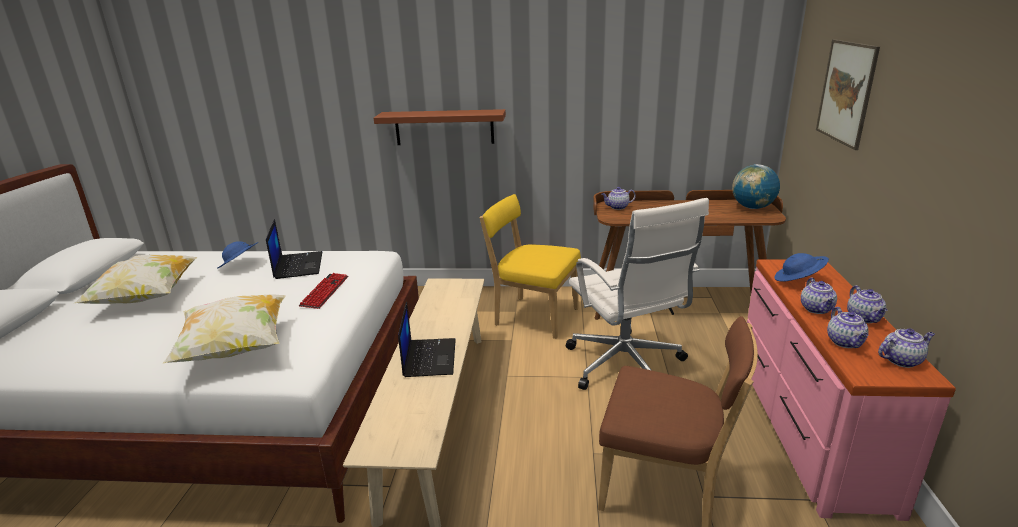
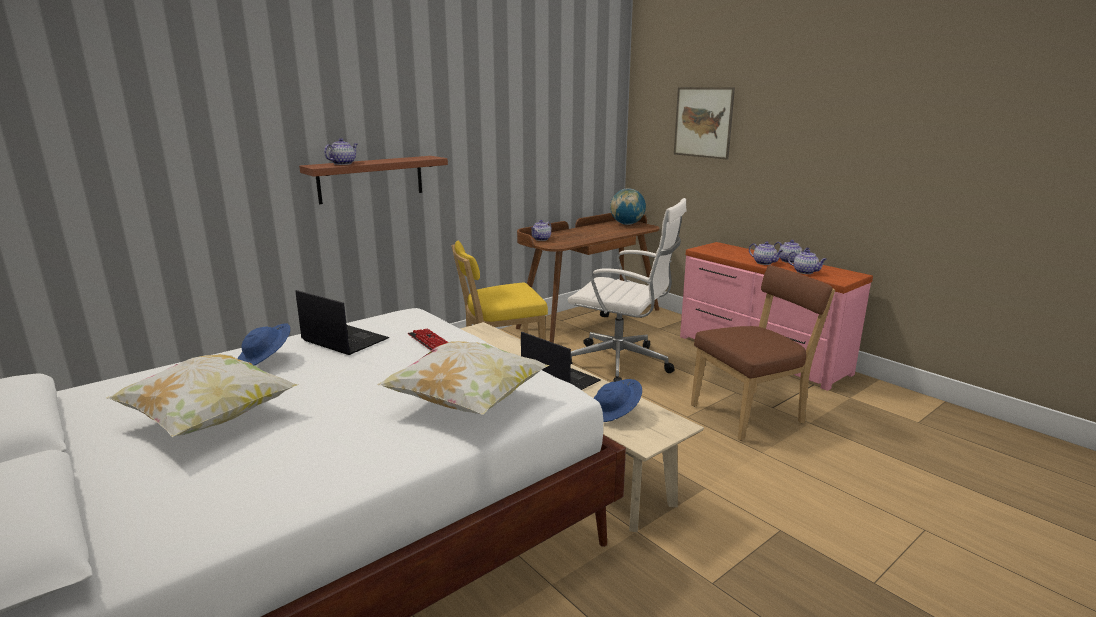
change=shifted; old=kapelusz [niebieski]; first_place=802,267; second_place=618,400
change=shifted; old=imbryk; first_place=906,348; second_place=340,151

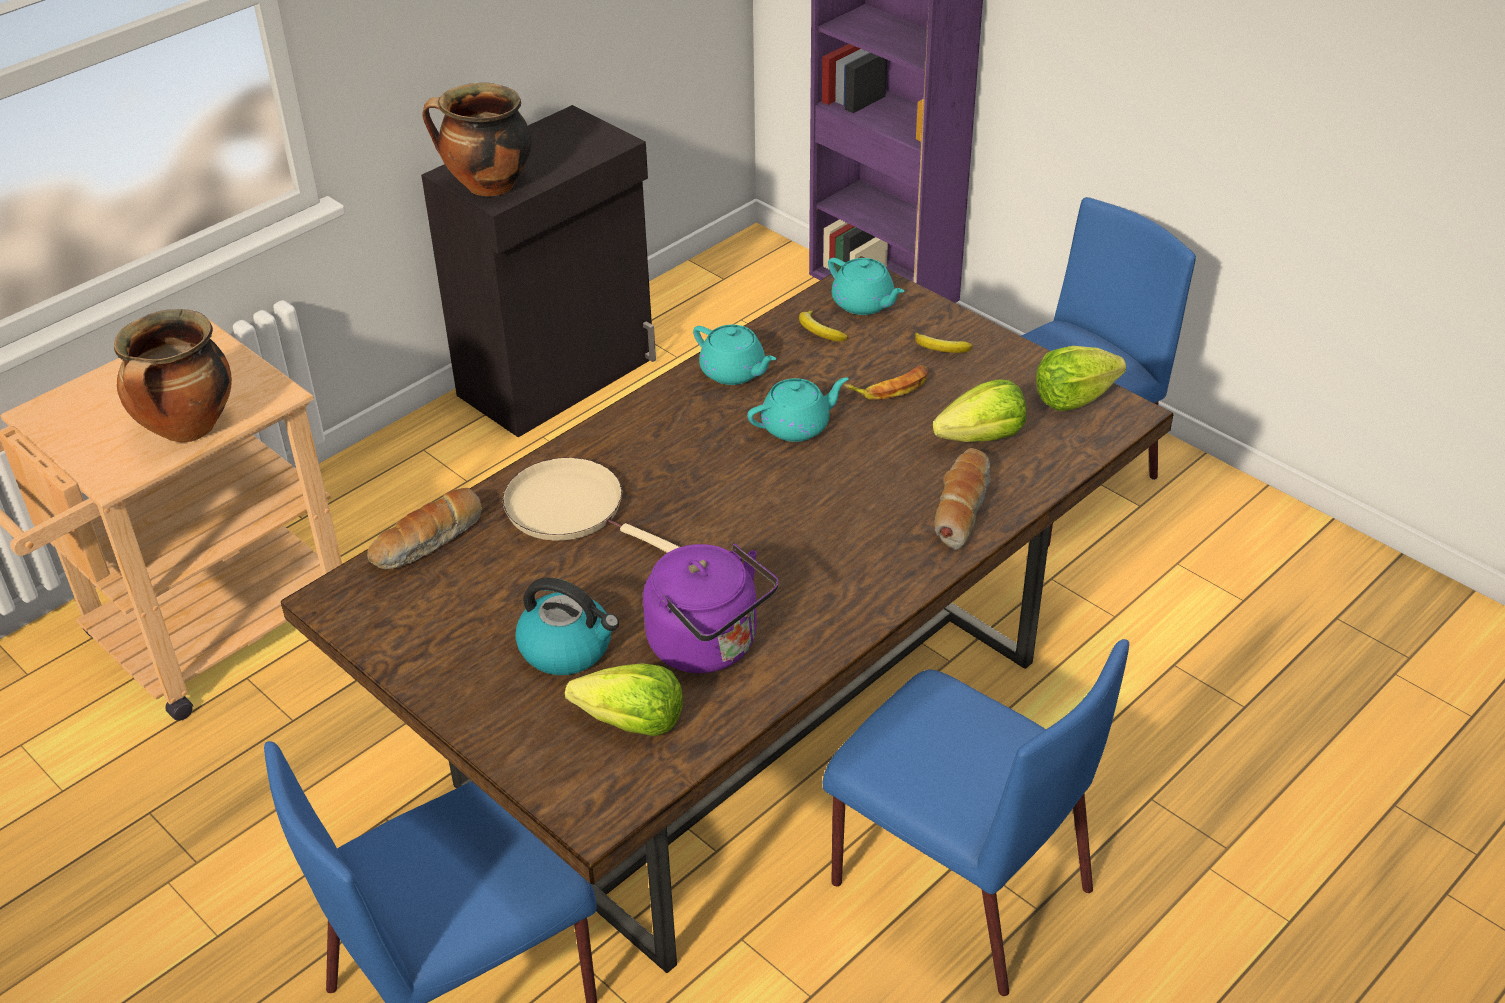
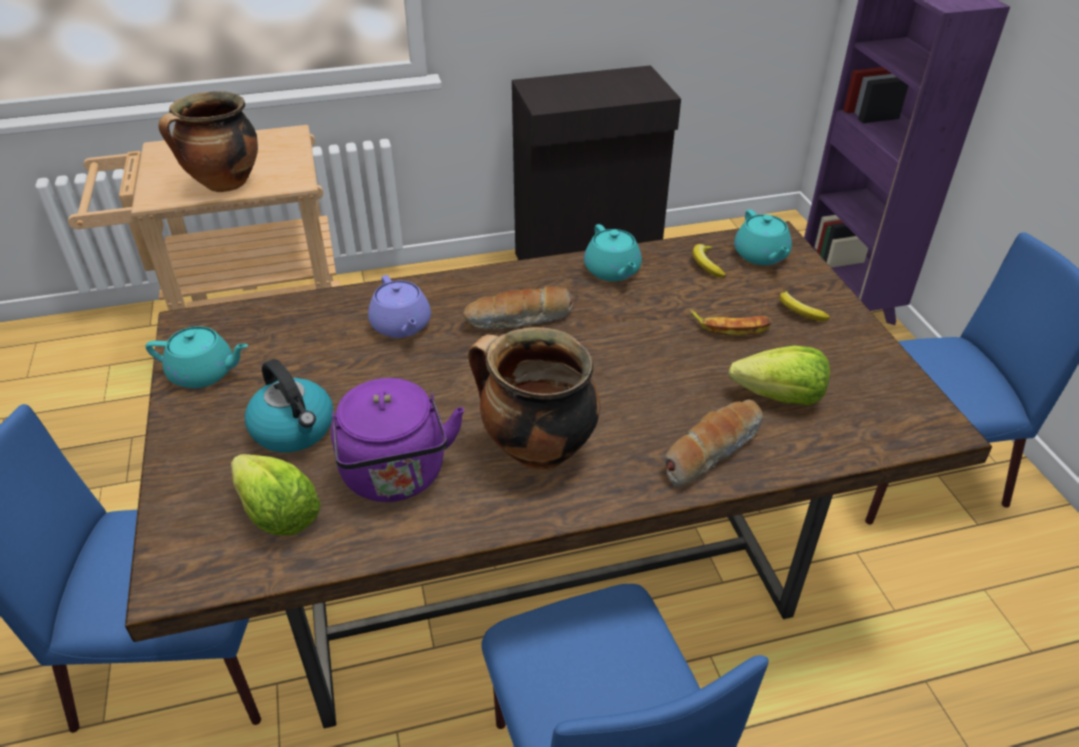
change=gone; old=sałata; first_place=1081,378
change=shifted; old=chleb; first_place=424,528; second_place=518,307
change=shifted; old=garnek; first_place=477,140; second_place=534,398
change=shifted; old=imbryk [turkusowy]; first_place=798,410; second_place=196,357
change=swapped; old=patelnia [beżowy]; new=imbryk [fioletowy]; first_place=591,505; second_place=399,306

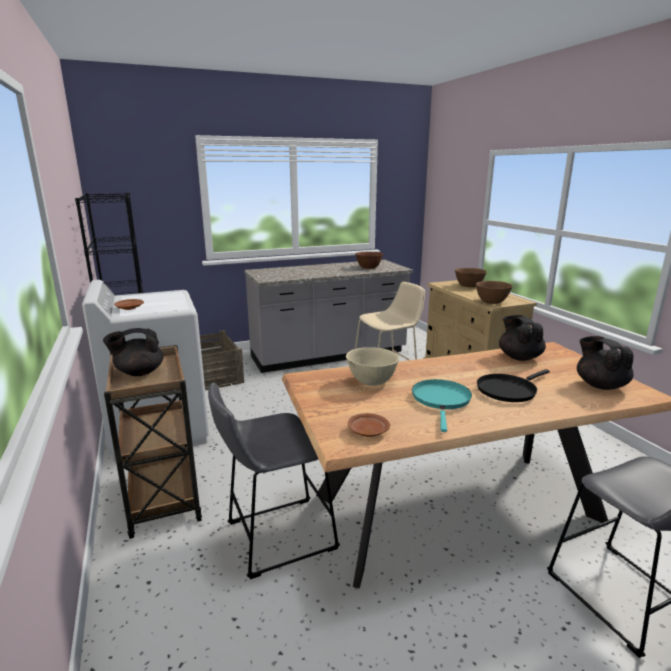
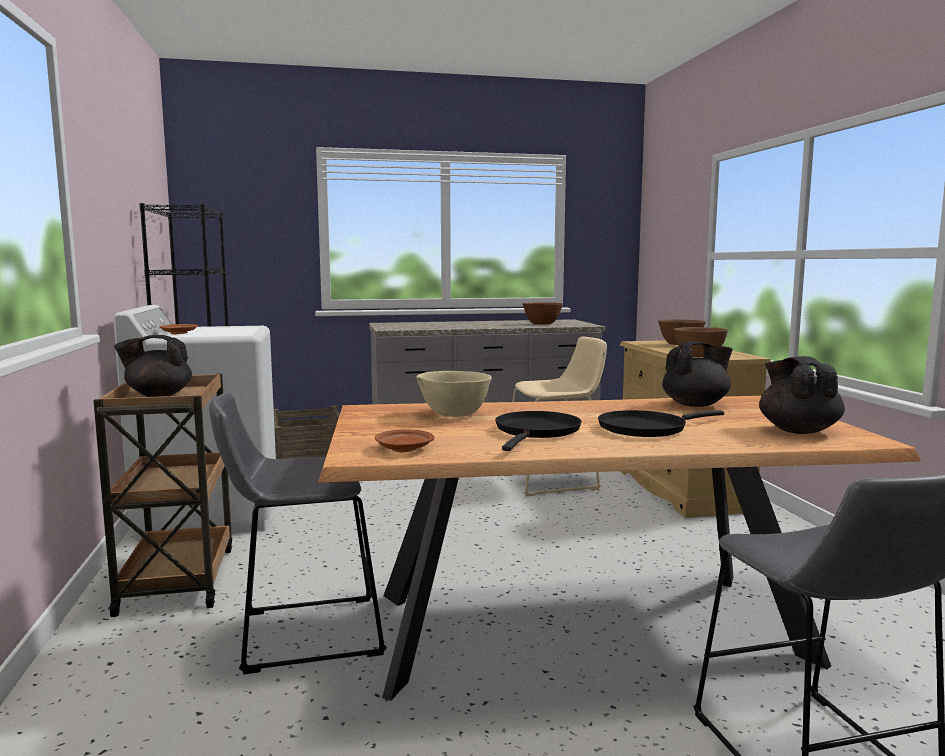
change=repainted; old=patelnia [turkusowy]; new=patelnia [czarny]; first_place=442,405; second_place=538,431
change=rotated; old=imbryk [czarny]; first_place=522,338; second_place=697,374; degrees=75

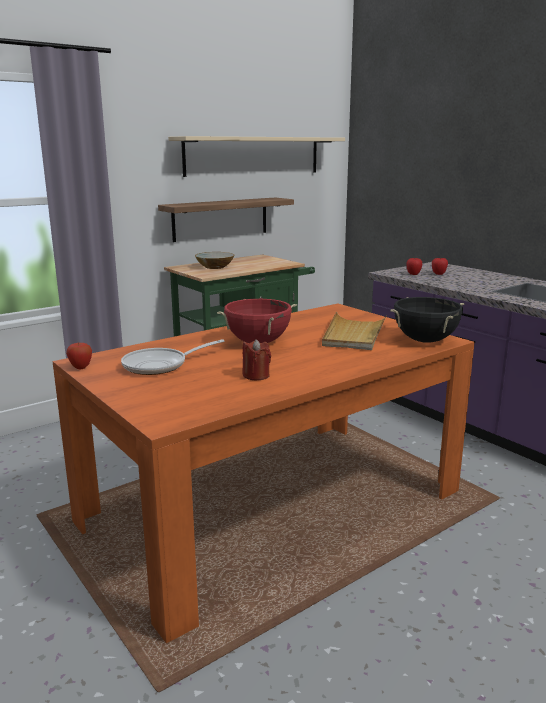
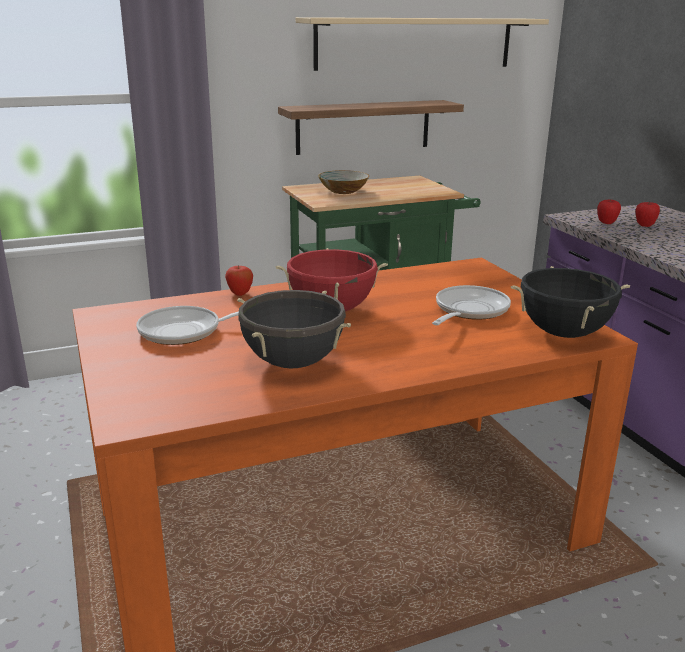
change=shifted; old=jabłko; first_place=79,356; second_place=239,280
change=swapped; old=świeca [czerwony]; new=garnek [czarny]; first_place=257,359; second_place=294,329
change=swapped; old=taca [beżowy]; new=patelnia; first_place=354,331; second_place=471,305

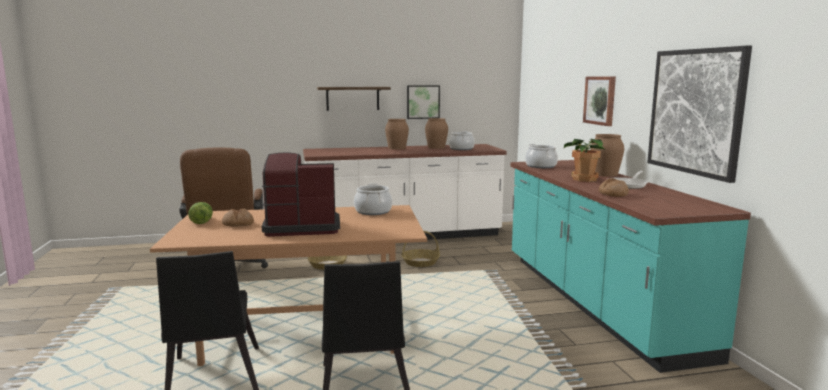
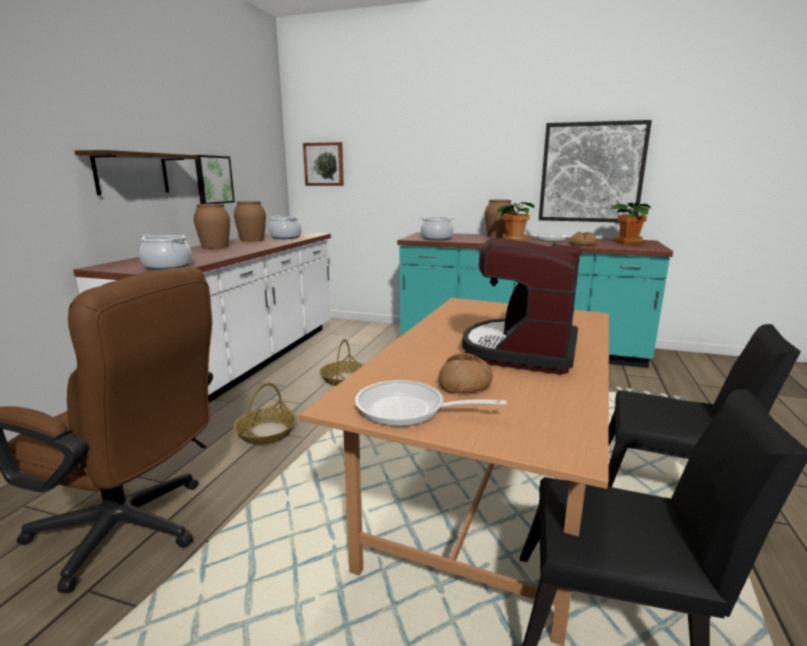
change=new; new=roślina doniczkowa; second_place=630,224
change=shifted; old=garnek; first_place=373,199; second_place=165,252
change=shifted; old=obraz; first_place=599,101; second_place=323,164
change=swapped; old=sałata; new=patelnia; first_place=200,213; second_place=431,403

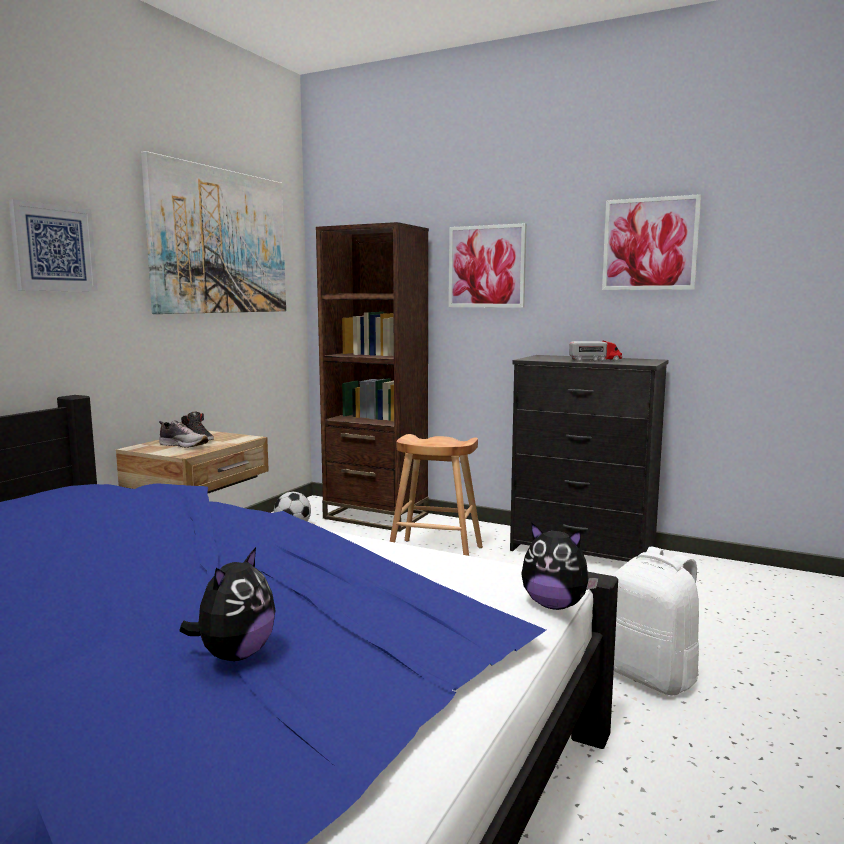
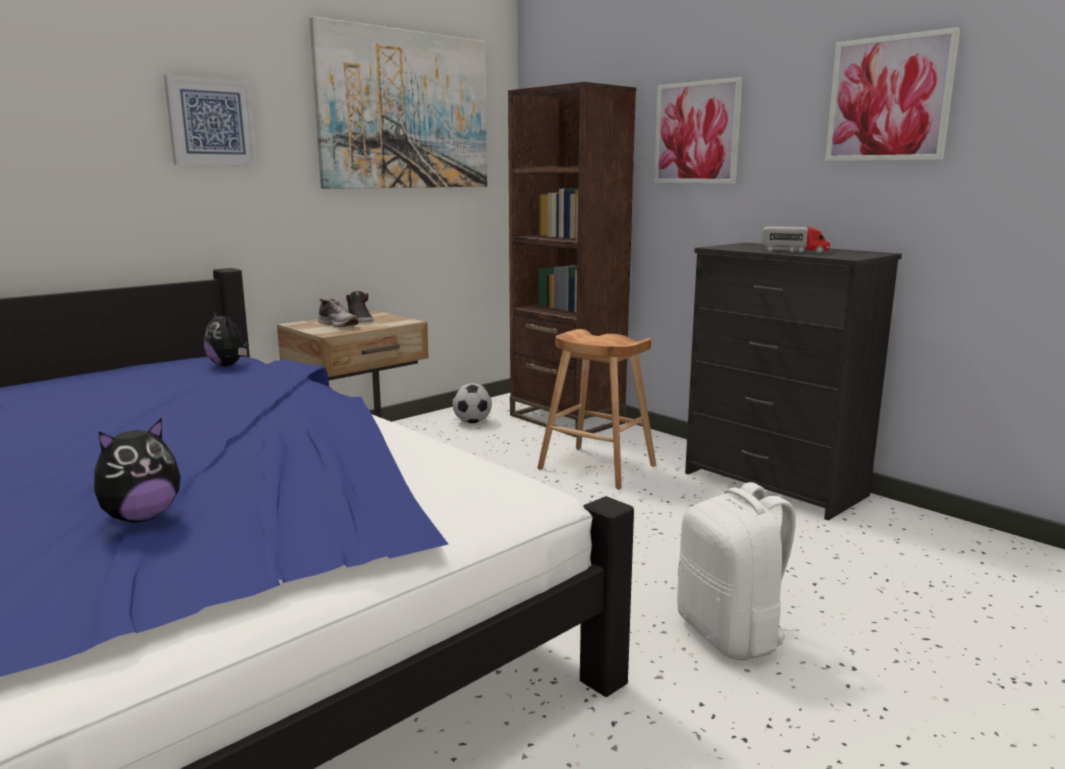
change=shifted; old=pluszak; first_place=560,566; second_place=226,338

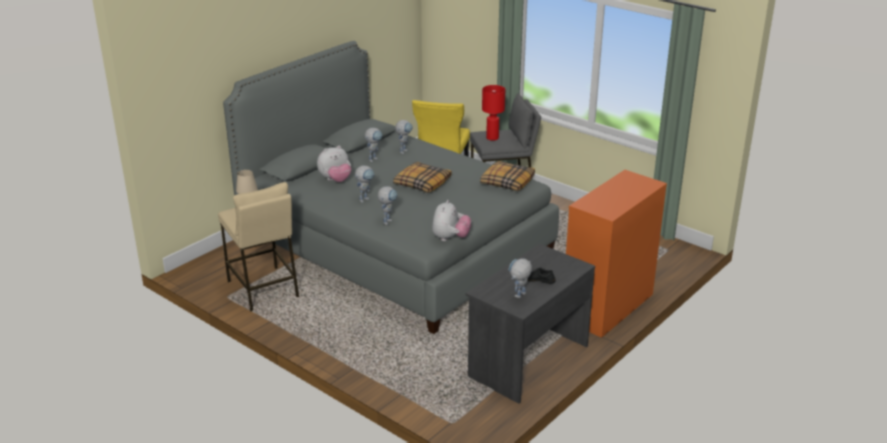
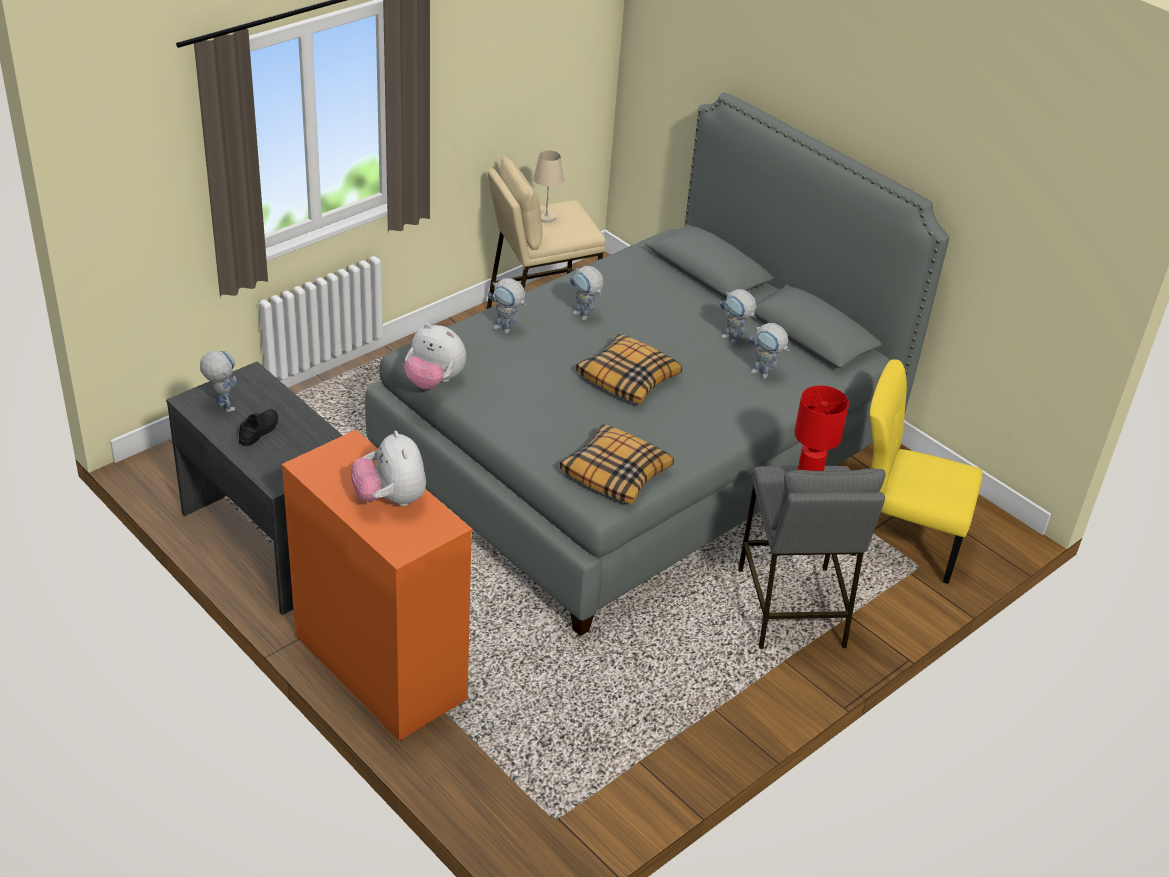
change=shifted; old=pluszak; first_place=334,164; second_place=388,468

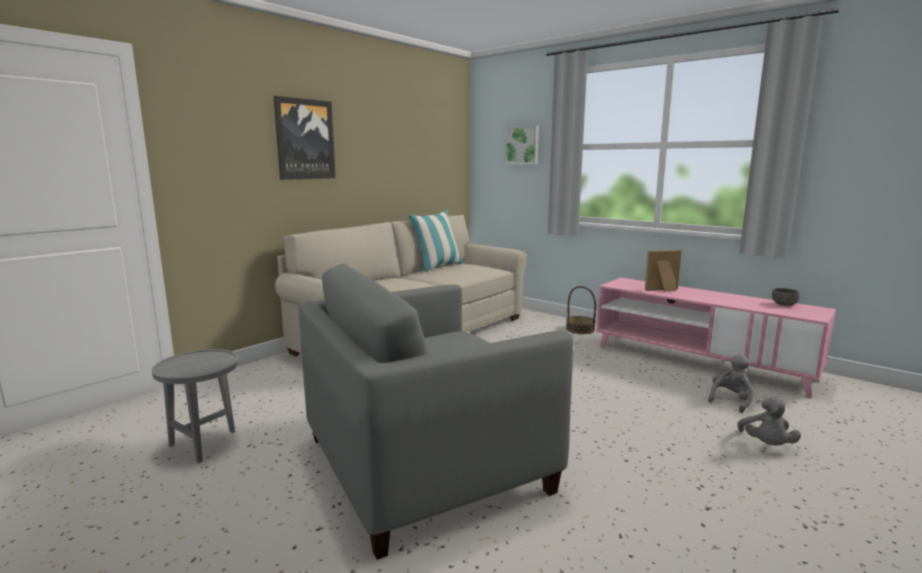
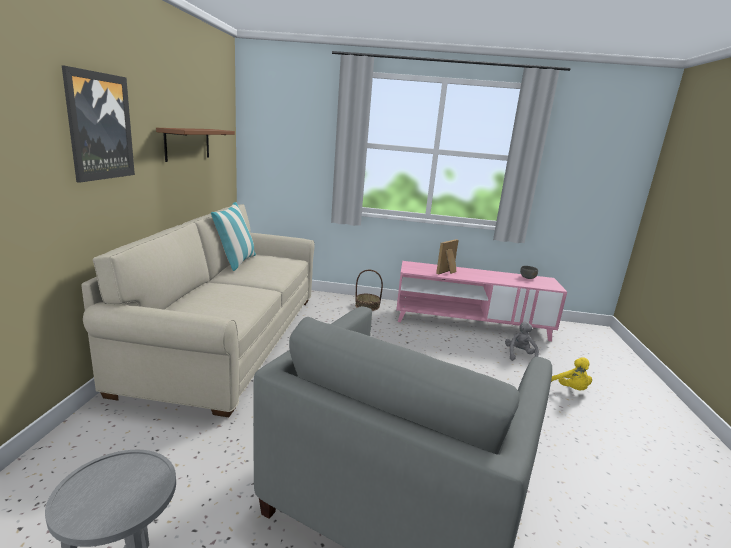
change=gone; old=obraz; first_place=522,145
change=new; new=półka [brązowy]; second_place=195,145
change=repainted; old=pluszak [szary]; new=pluszak [żółty]; first_place=769,421; second_place=571,373

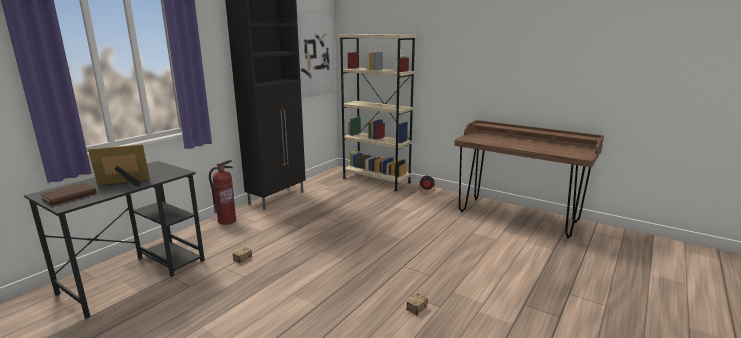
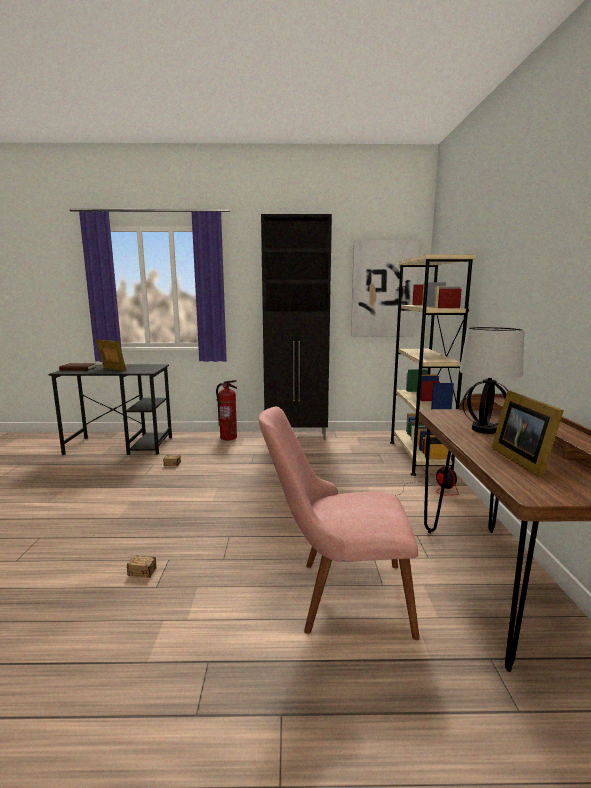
change=new; new=krzesło [różowy]; second_place=339,523
change=new; new=lampa stołowa; second_place=491,380
change=new; new=ramka na zdjęcie; second_place=527,434

